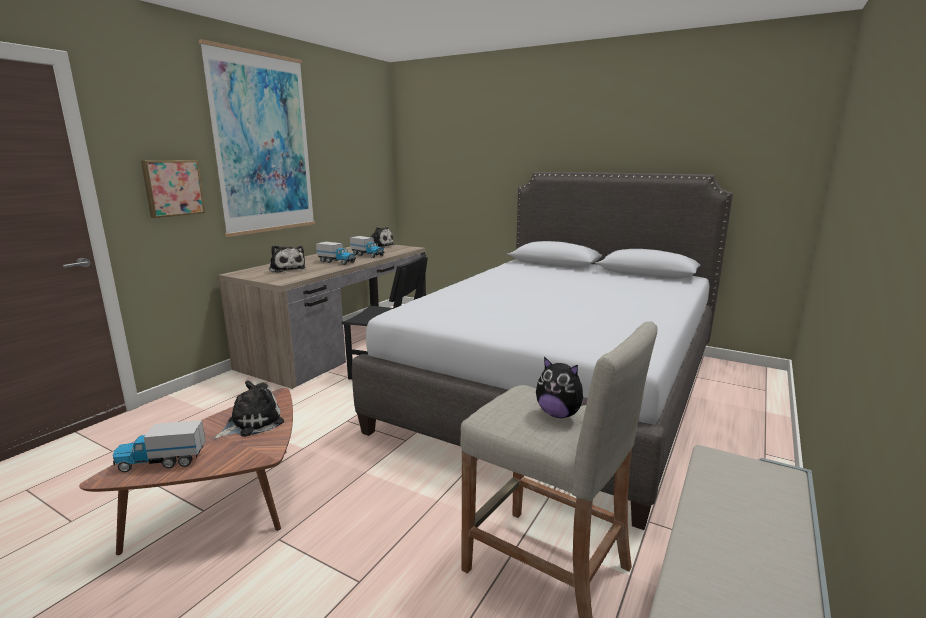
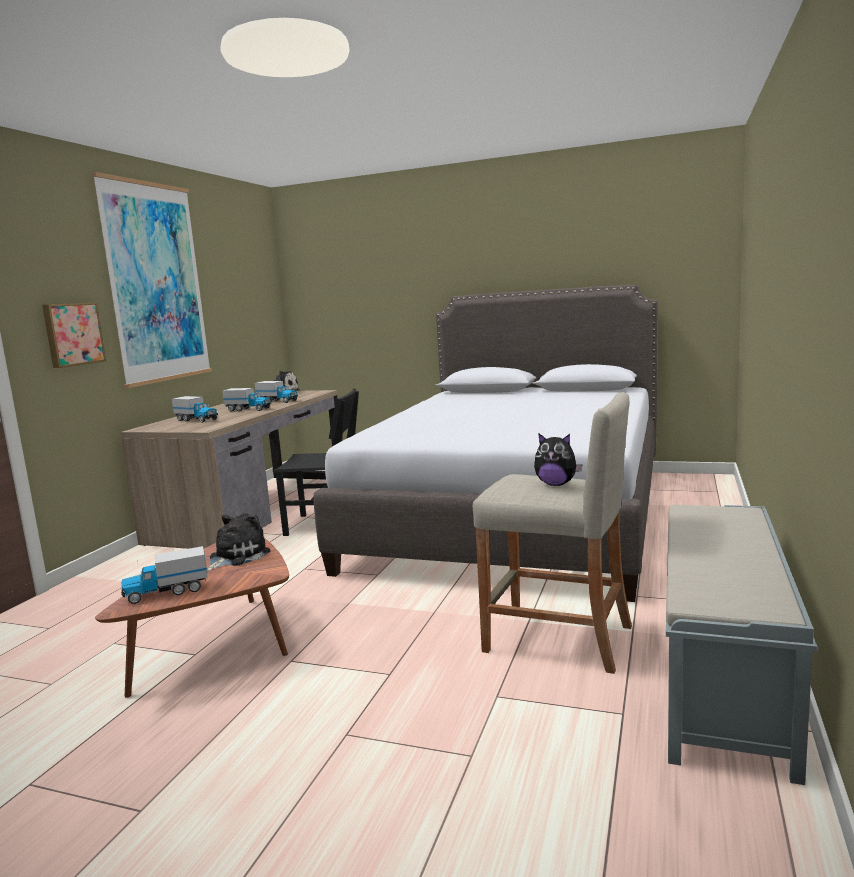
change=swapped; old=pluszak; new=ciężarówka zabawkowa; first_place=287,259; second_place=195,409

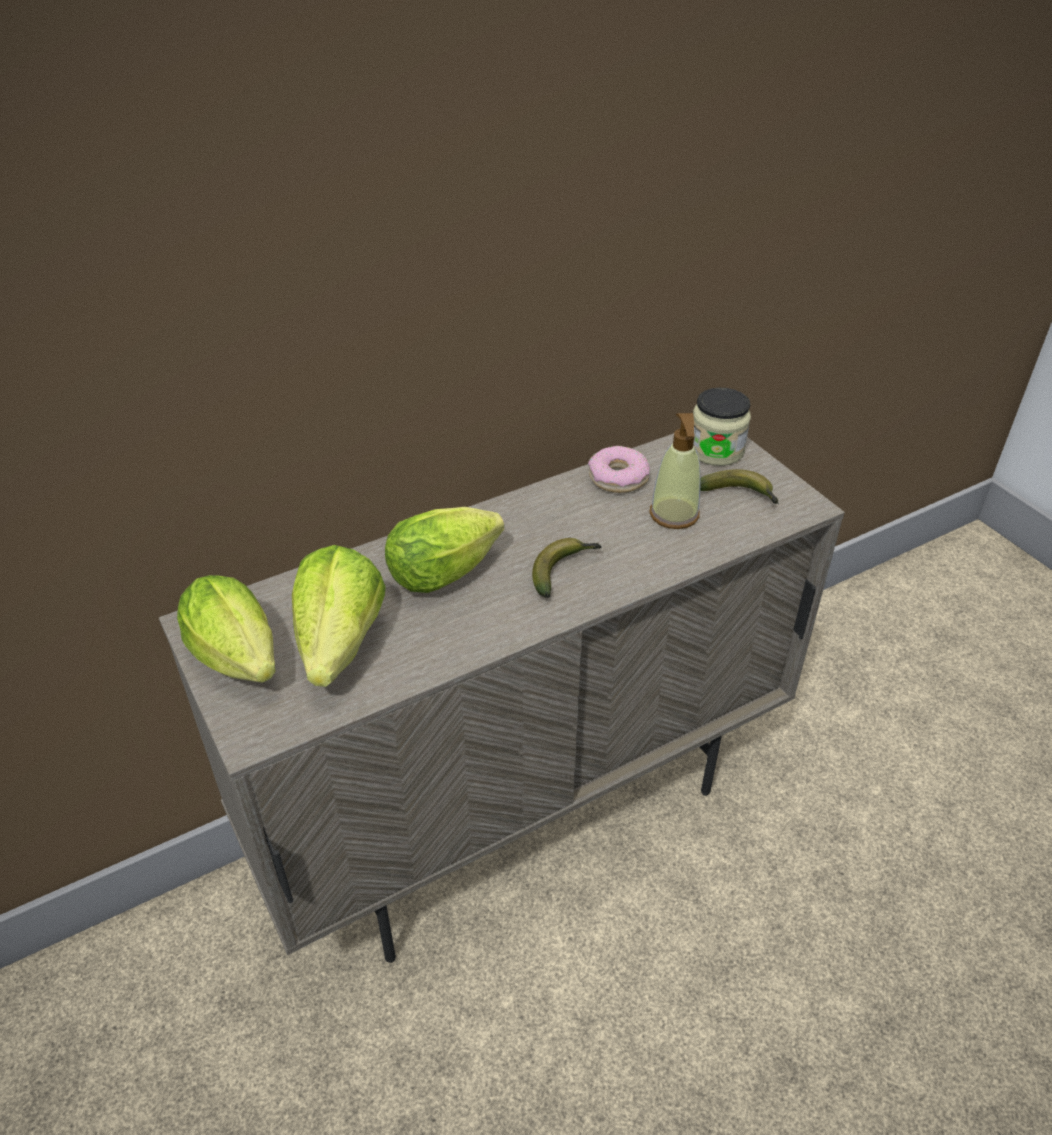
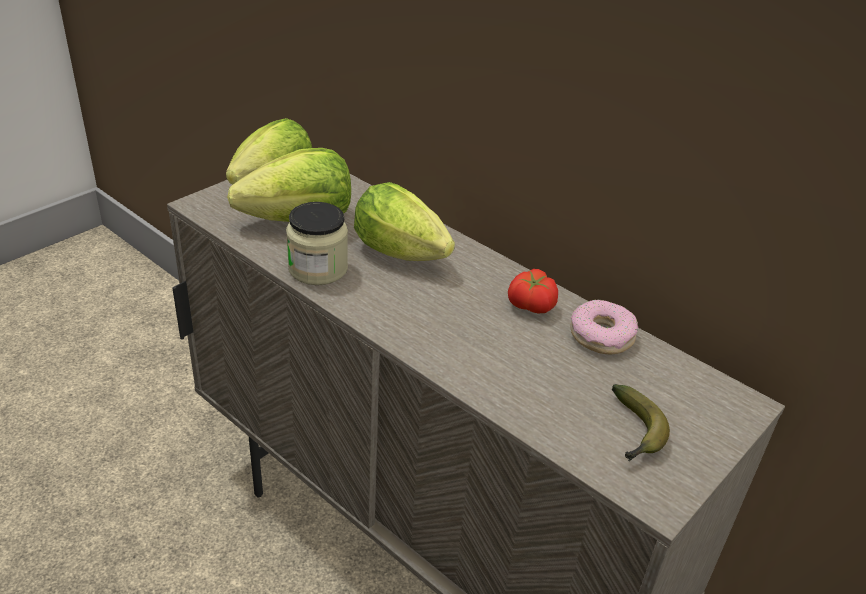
change=gone; old=banan; first_place=566,568
change=gone; old=dozownik mydła; first_place=674,471
change=new; new=pomidor; second_place=533,291
change=shifted; old=słoik; first_place=722,427; second_place=317,243

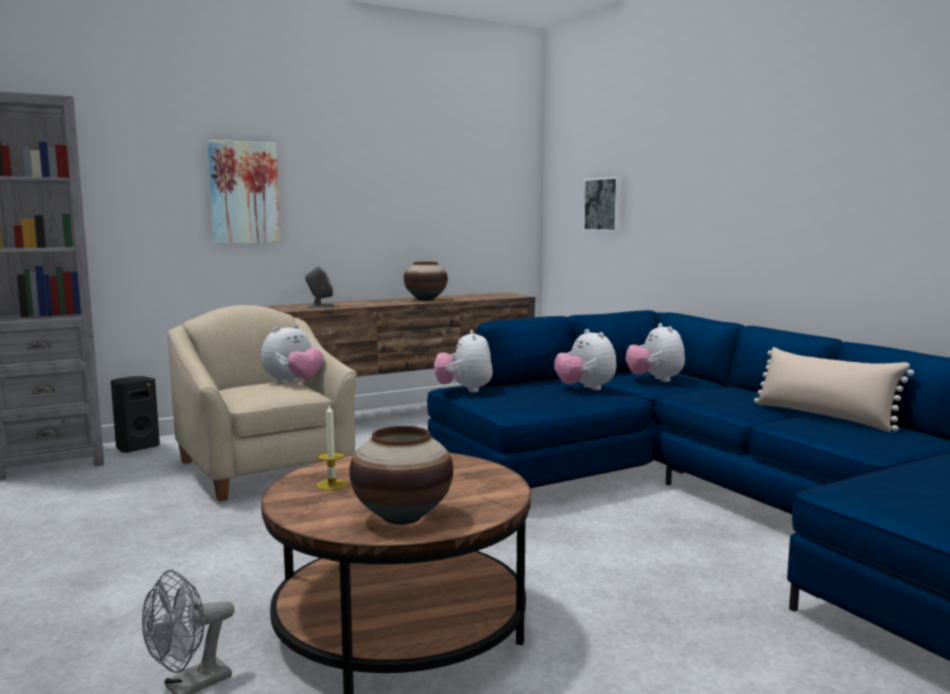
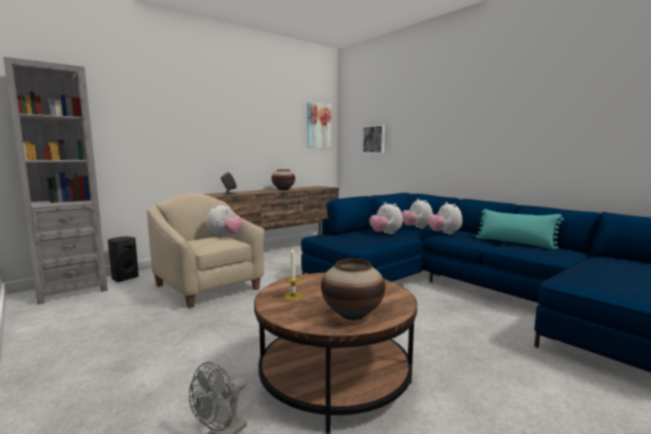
change=shifted; old=obraz; first_place=243,192; second_place=319,124
change=shifted; old=pluszak; first_place=463,361; second_place=445,218
change=repainted; old=poduszka [beżowy]; new=poduszka [turkusowy]; first_place=834,389; second_place=520,229

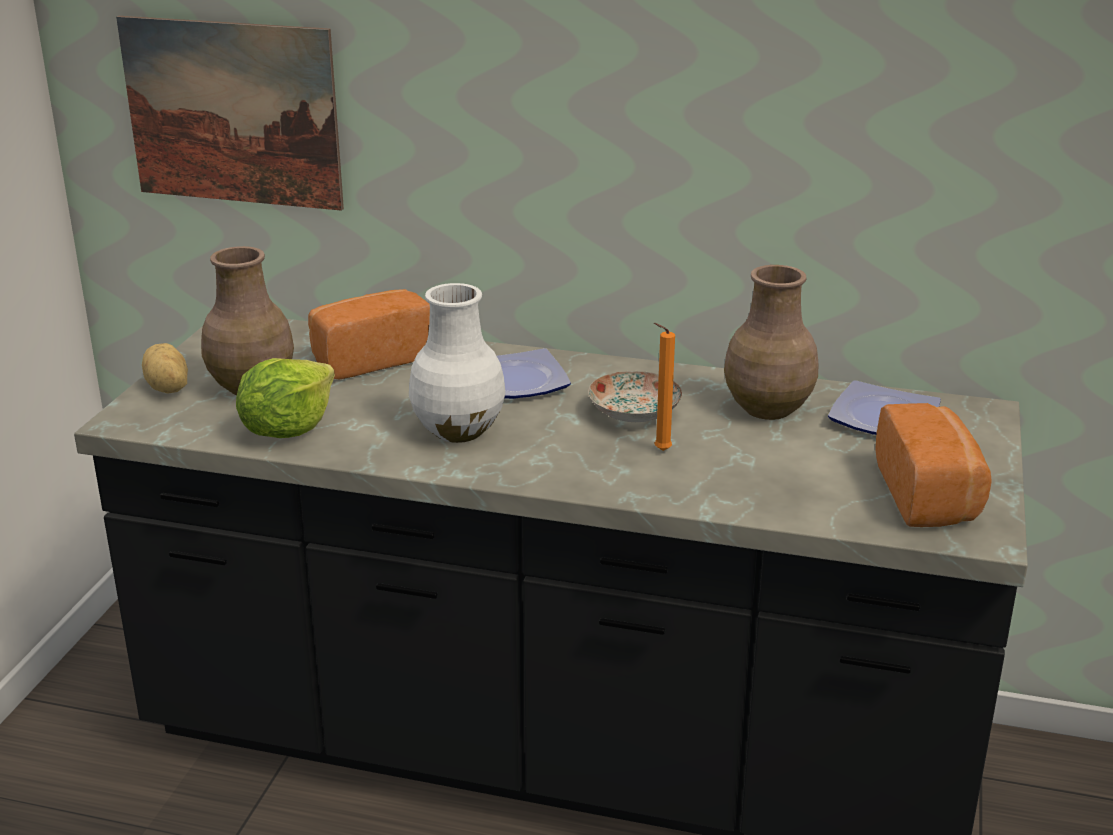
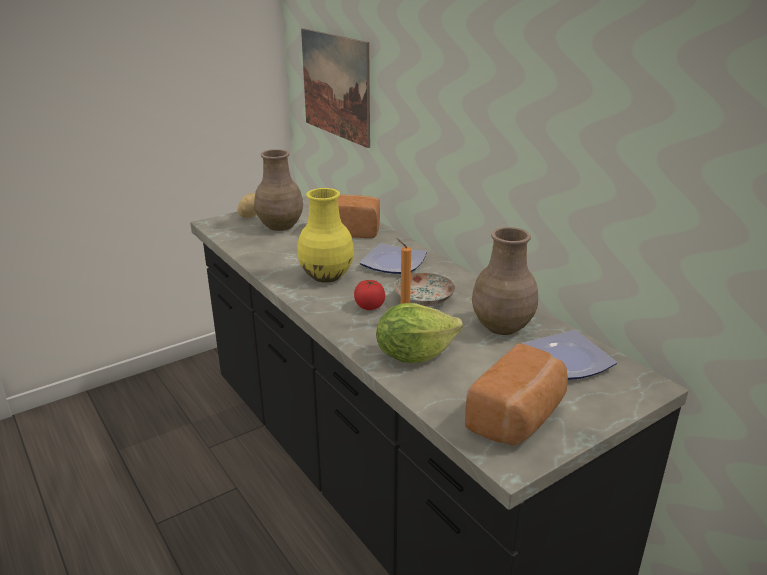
change=new; new=pomidor; second_place=369,295
change=shifted; old=sałata; first_place=285,398; second_place=419,333
change=repainted; old=wazon [biały]; new=wazon [żółty]; first_place=457,363; second_place=325,235

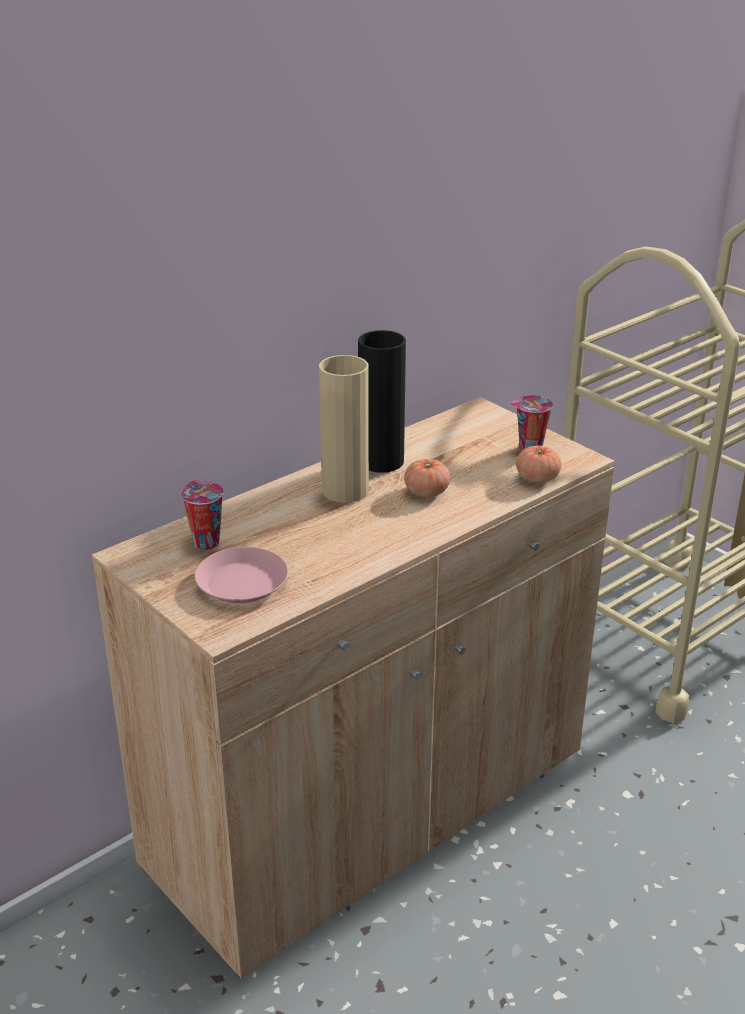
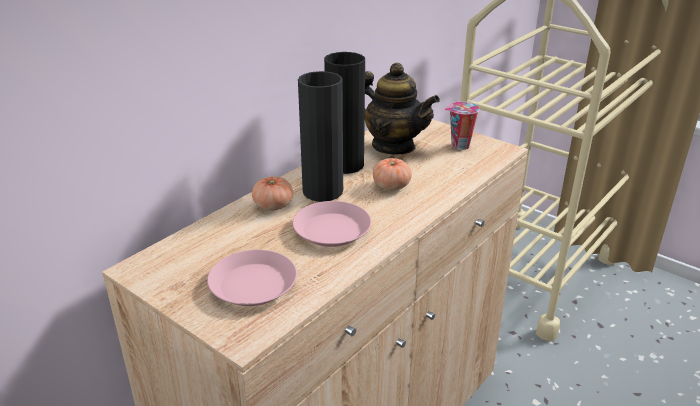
change=gone; old=filiżanka; first_place=202,515
change=new; new=talerz [różowy]; second_place=332,224
change=new; new=imbryk; second_place=402,109
change=shifted; old=pomidor; first_place=538,464; second_place=272,193
change=repainted; old=wazon [beżowy]; new=wazon [czarny]; first_place=344,429; second_place=320,136

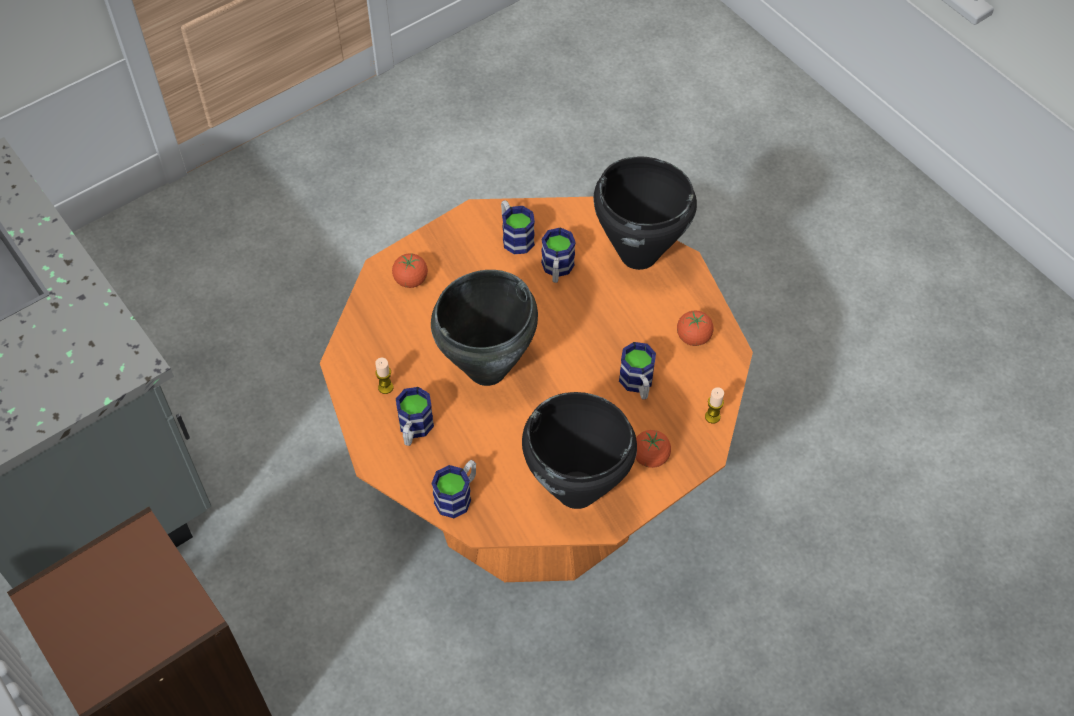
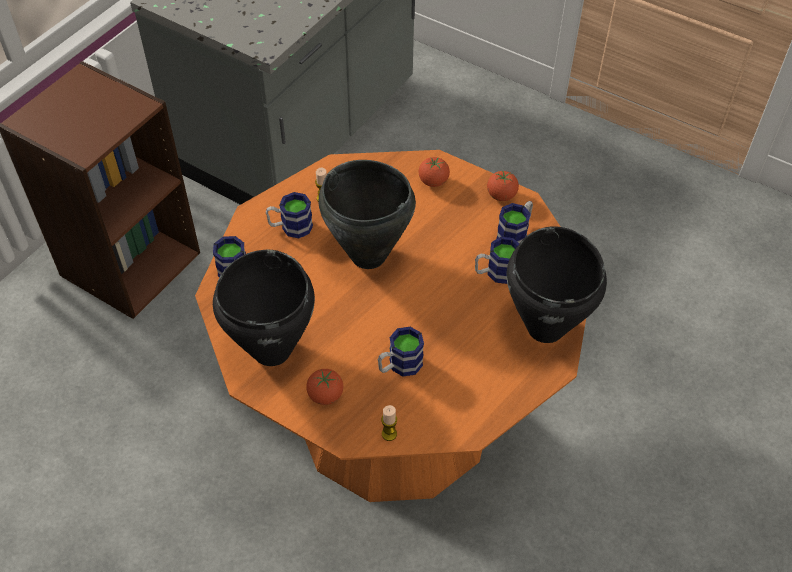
change=shifted; old=pomidor; first_place=695,328; second_place=503,186

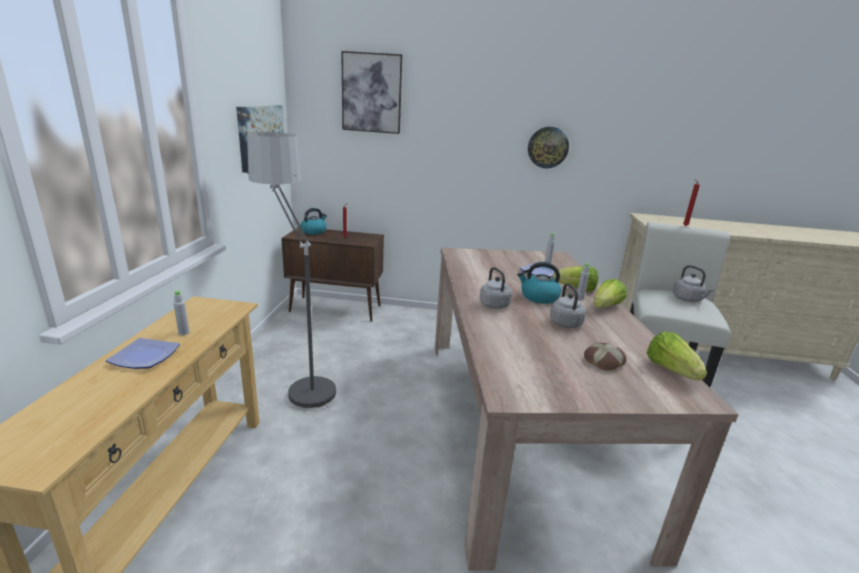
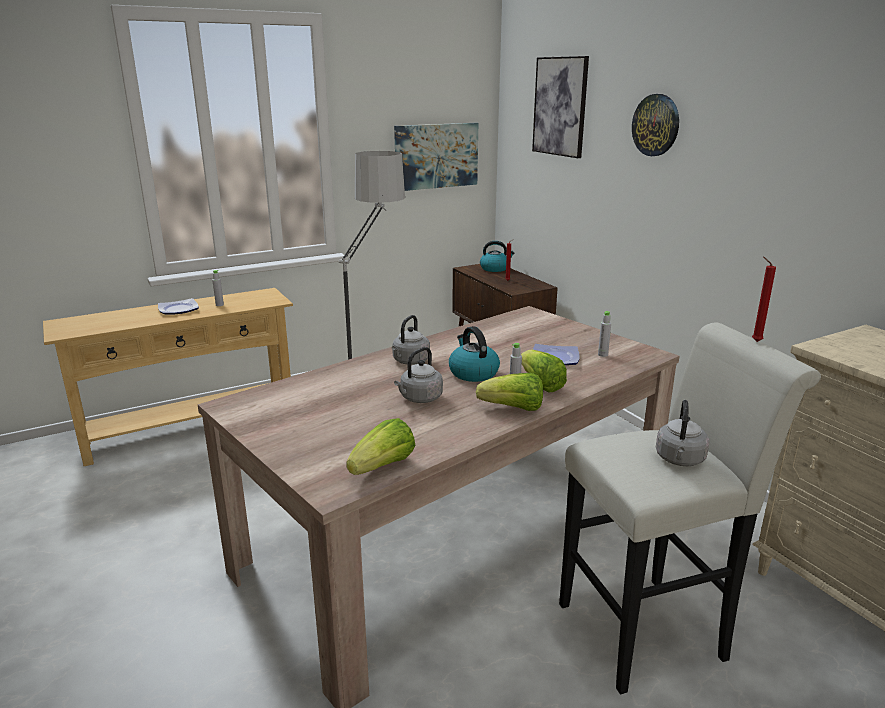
change=gone; old=chleb; first_place=605,357
change=shifted; old=zegar ścienny; first_place=548,147; second_place=655,125

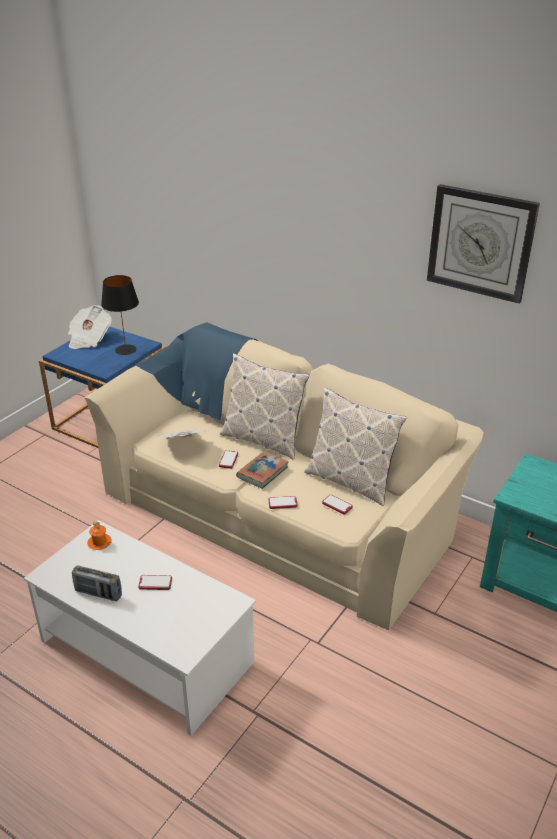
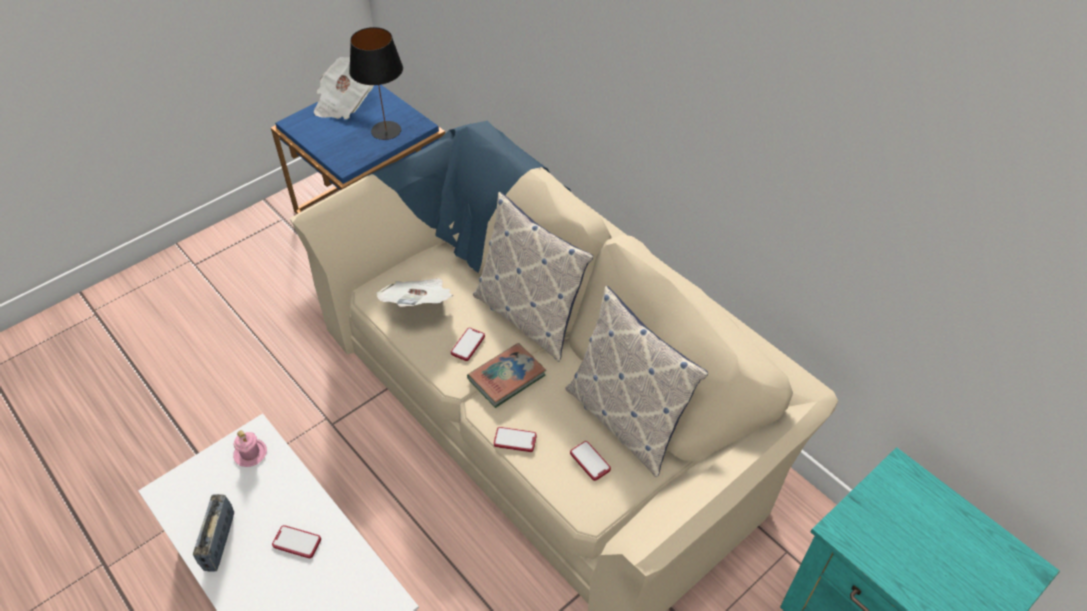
change=gone; old=zegar ścienny; first_place=483,244
change=repainted; old=kubek [pomarańczowy]; new=kubek [różowy]; first_place=99,535; second_place=250,448
change=rotated; old=radio; first_place=97,583; second_place=213,533; degrees=60

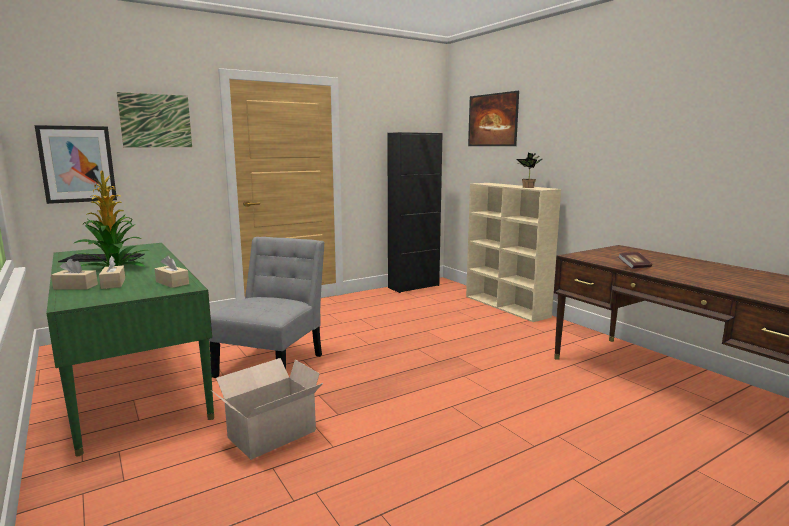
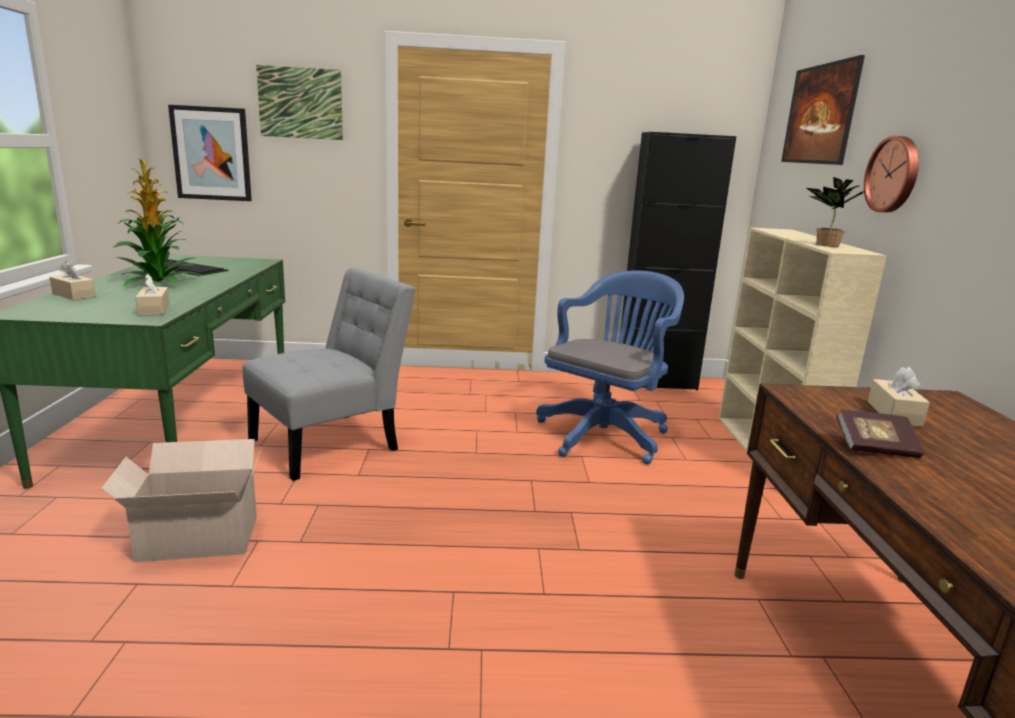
change=new; new=krzesło biurowe [niebieski]; second_place=610,367
change=new; new=zegar ścienny; second_place=891,174
change=shifted; old=pudełko chusteczek [beżowy]; first_place=112,272; second_place=899,397

